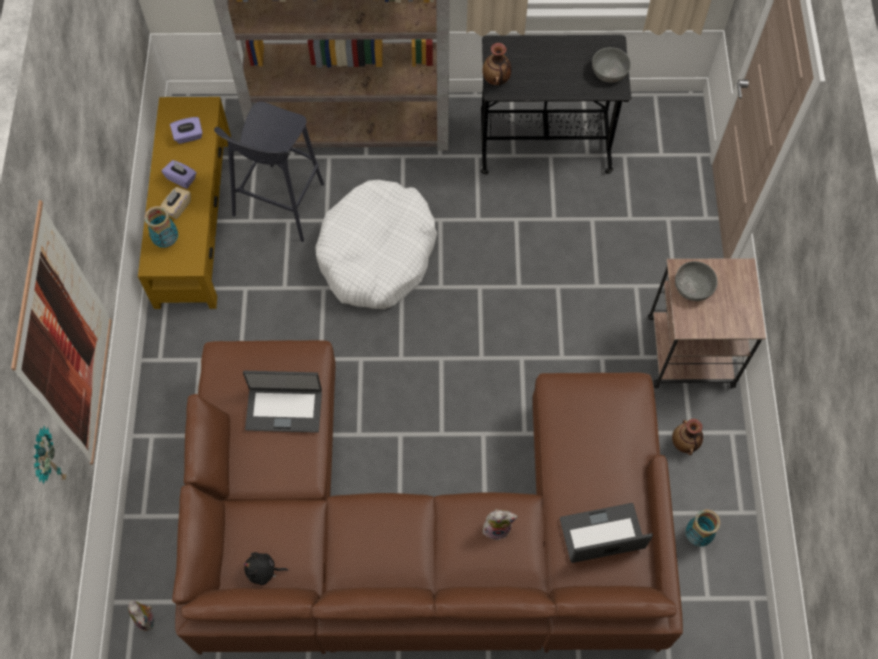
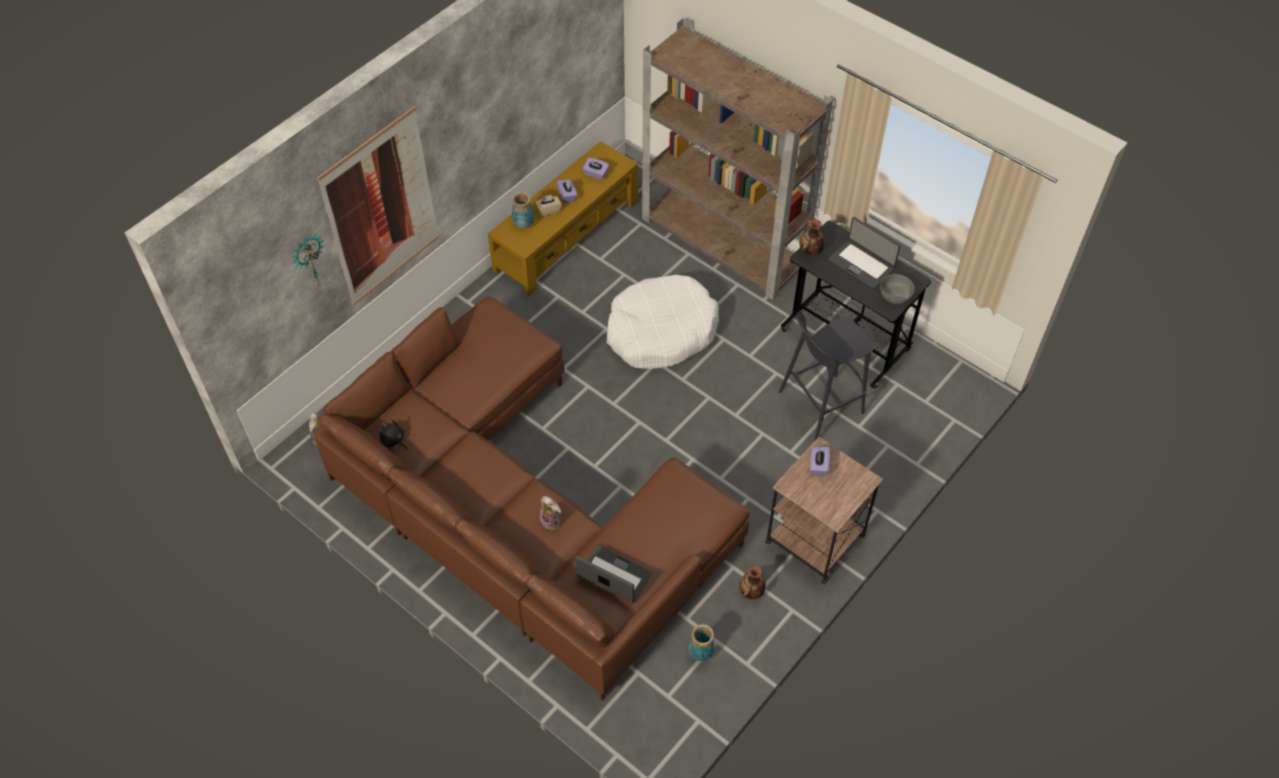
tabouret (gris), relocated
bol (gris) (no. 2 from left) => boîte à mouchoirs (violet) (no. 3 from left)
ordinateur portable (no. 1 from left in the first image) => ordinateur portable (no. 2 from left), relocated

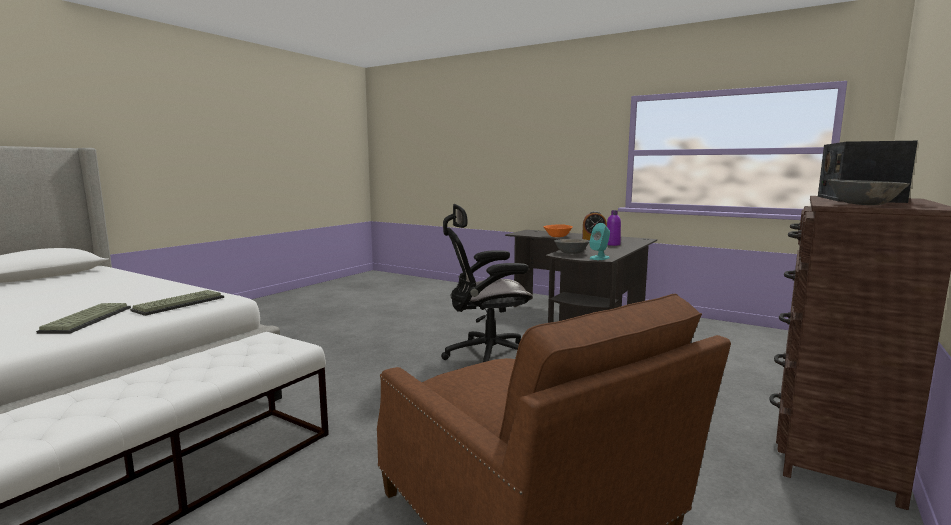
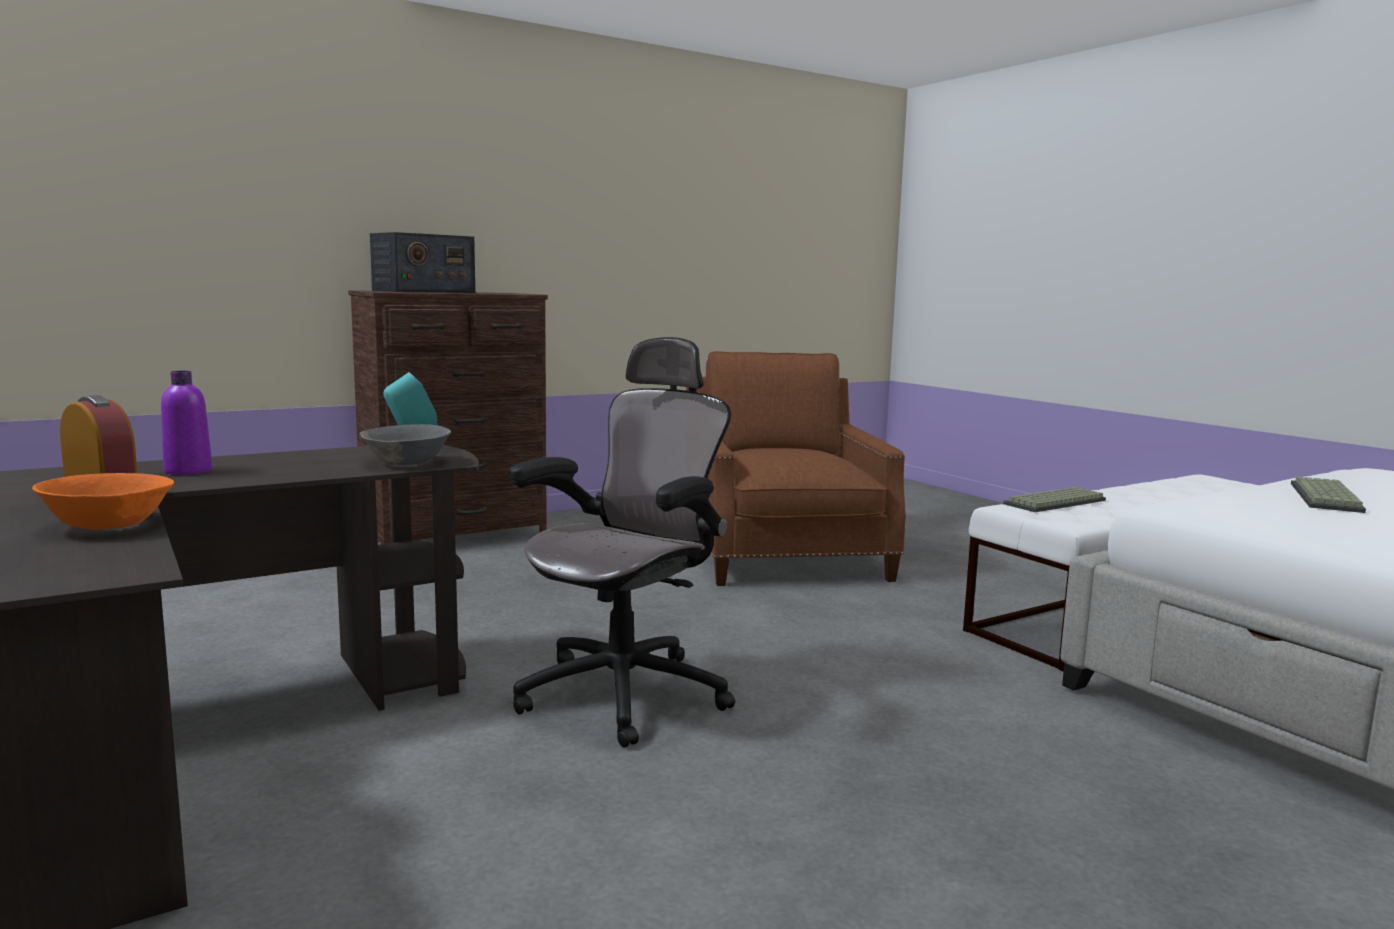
bol (gris) (no. 2 from left) => nothing
chaise de bureau, 75 degrees counterclockwise
clavier (no. 2 from left in the first image) => clavier (no. 1 from left), relocated

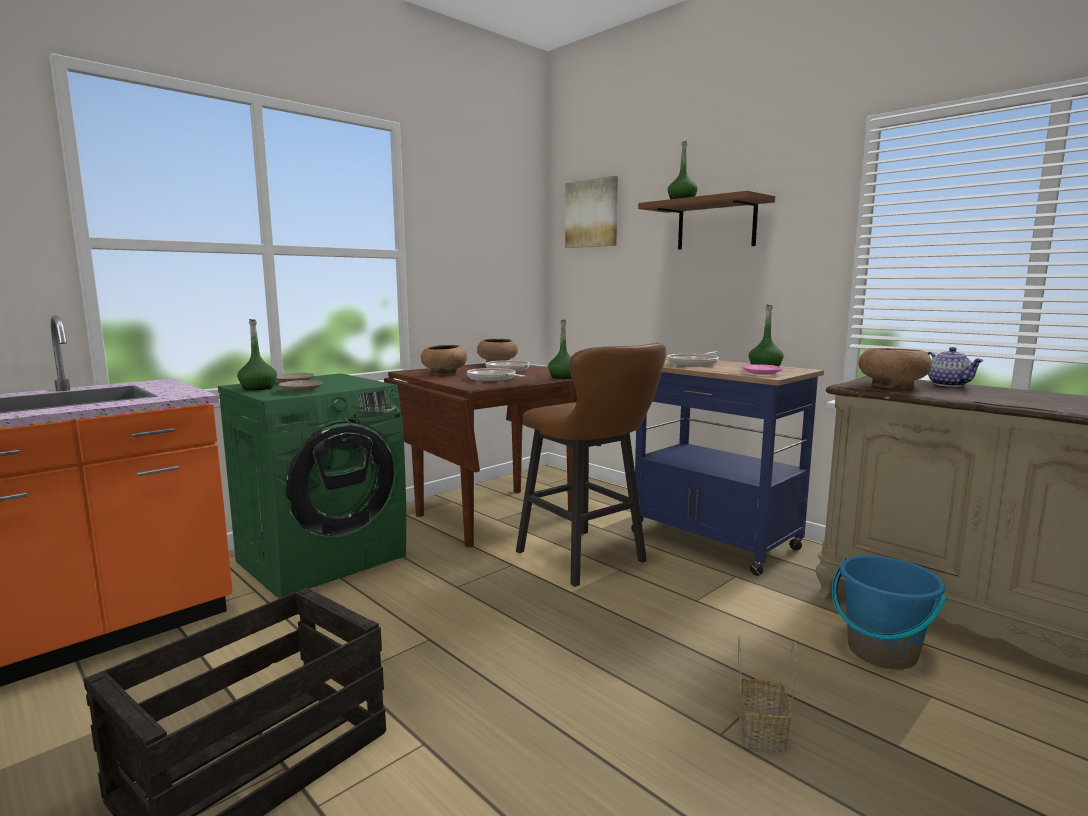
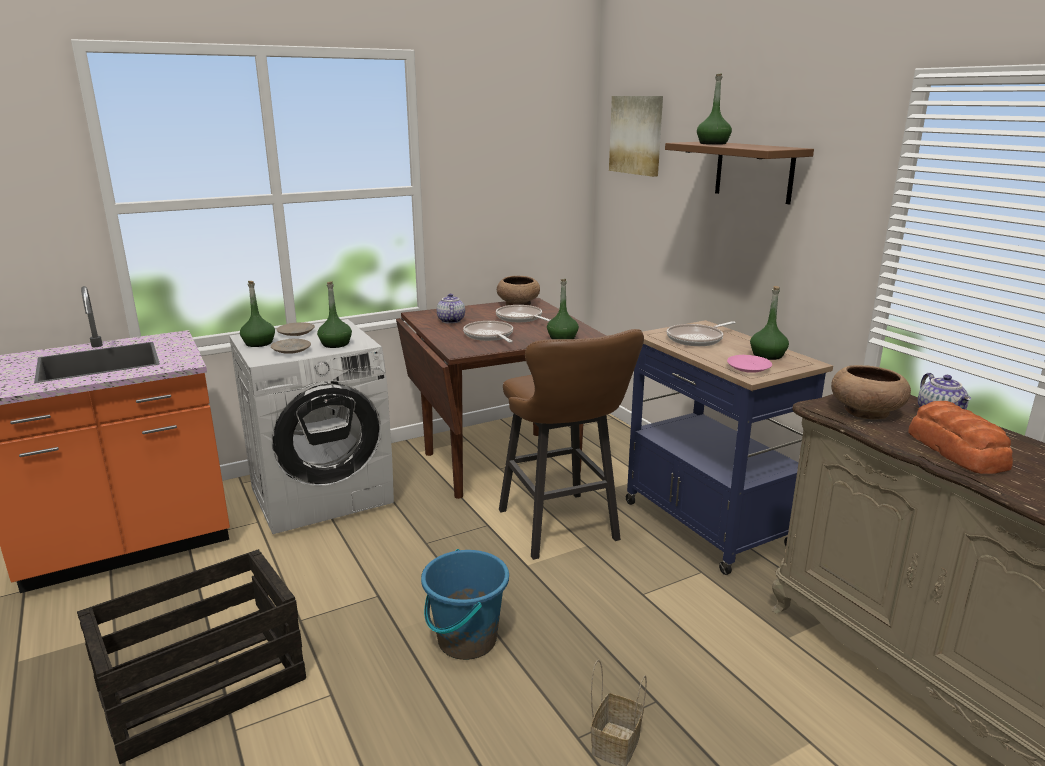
bol (marron) (no. 1 from left) => théière (no. 1 from left)
lave-linge (vert) => lave-linge (blanc)
seau (bleu), relocated
nothing => bouteille (vert) (no. 2 from left)
nothing => pain

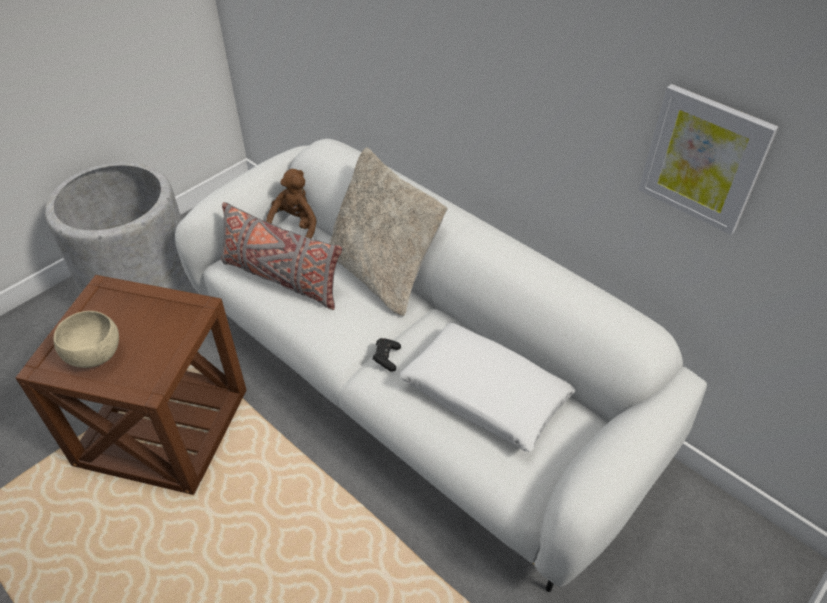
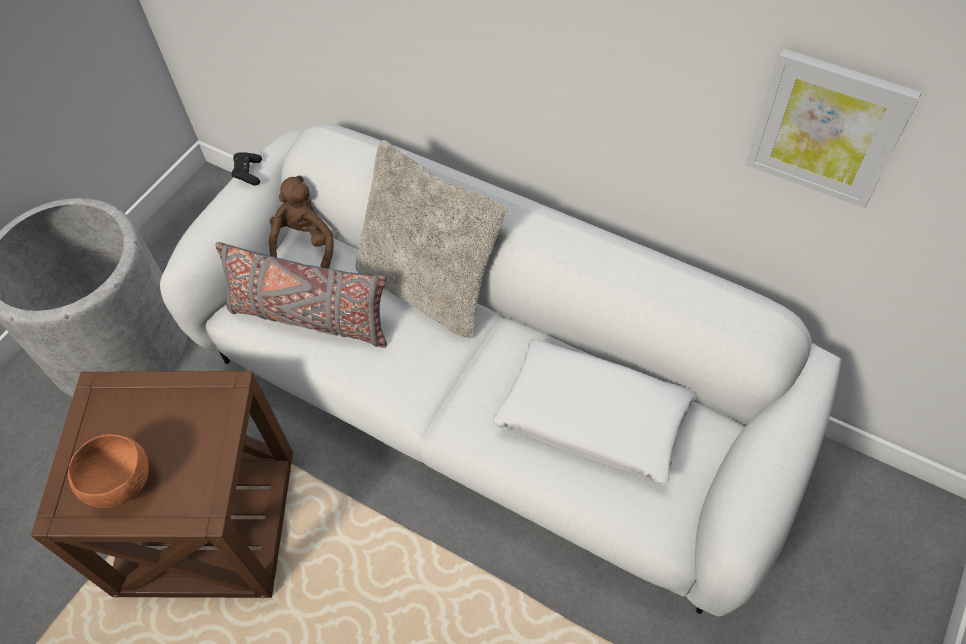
bol (beige) => bol (orange)
manette (noir), relocated

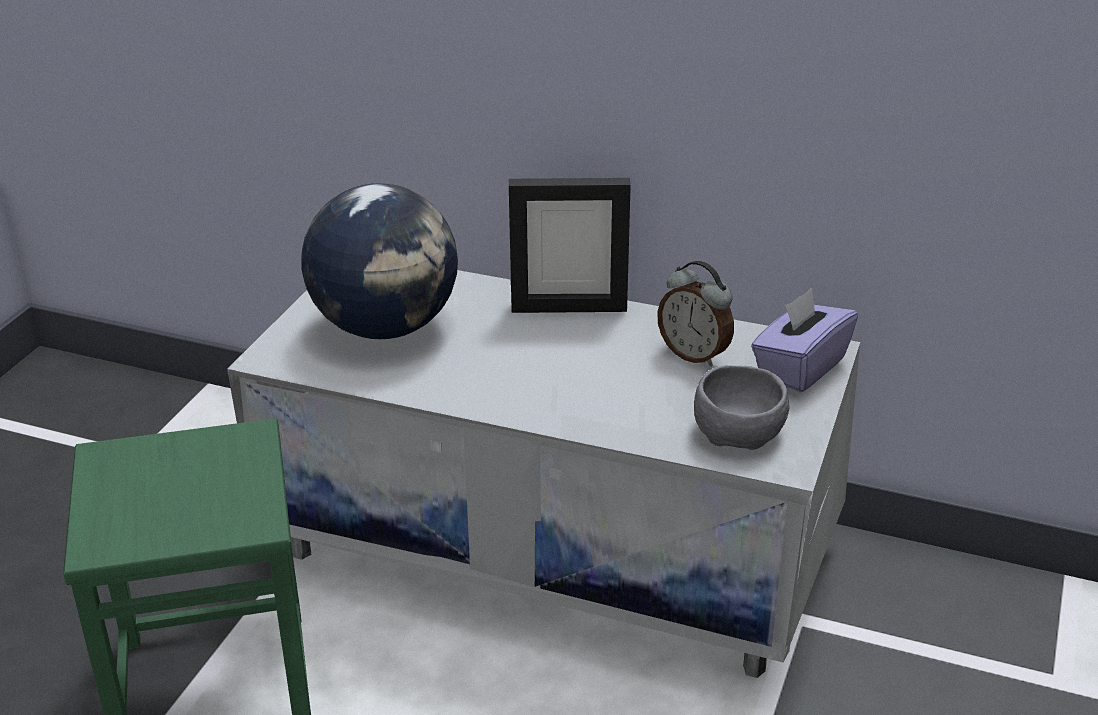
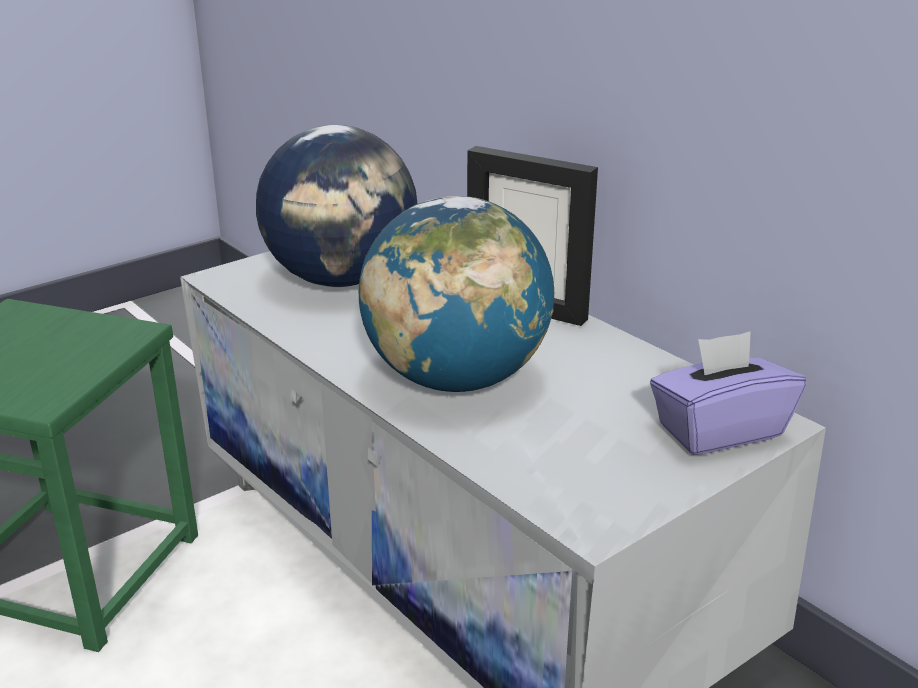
réveil => nothing
bol (gris) => nothing
nothing => globe (no. 2 from left)

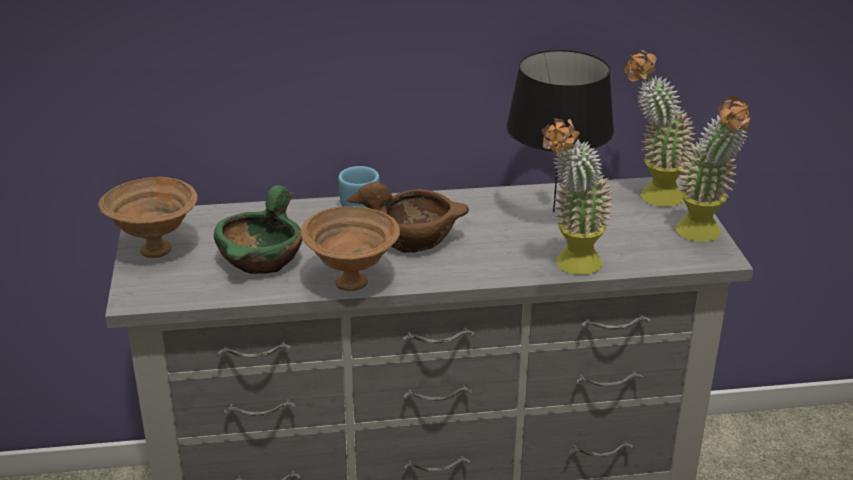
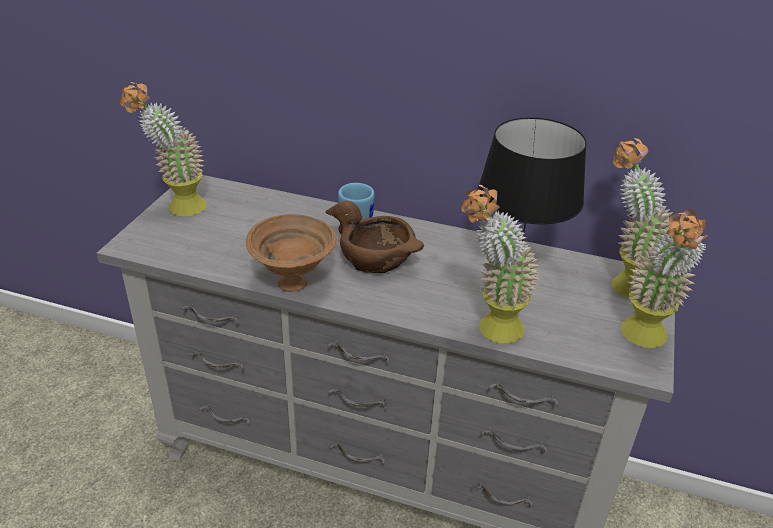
bol (marron) (no. 1 from left) => plante en pot (no. 1 from left)
bol (vert) => nothing

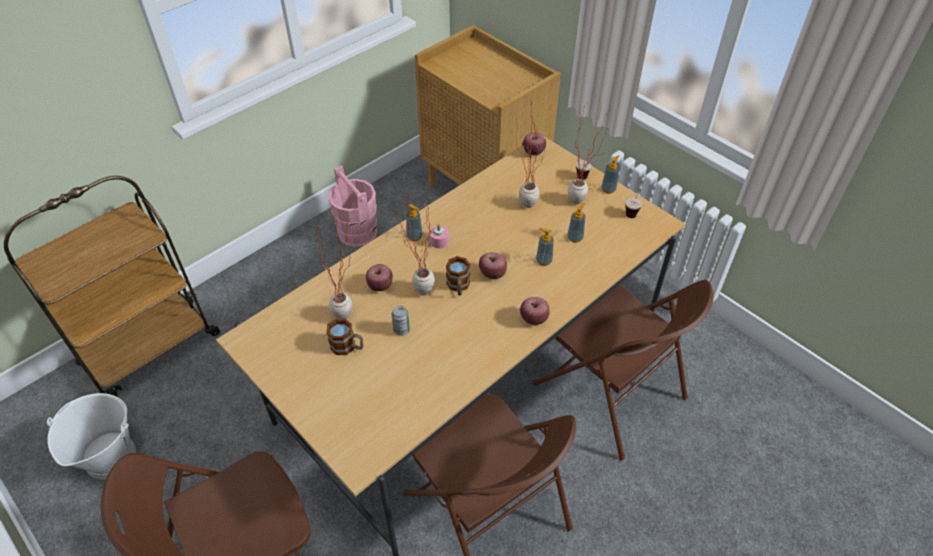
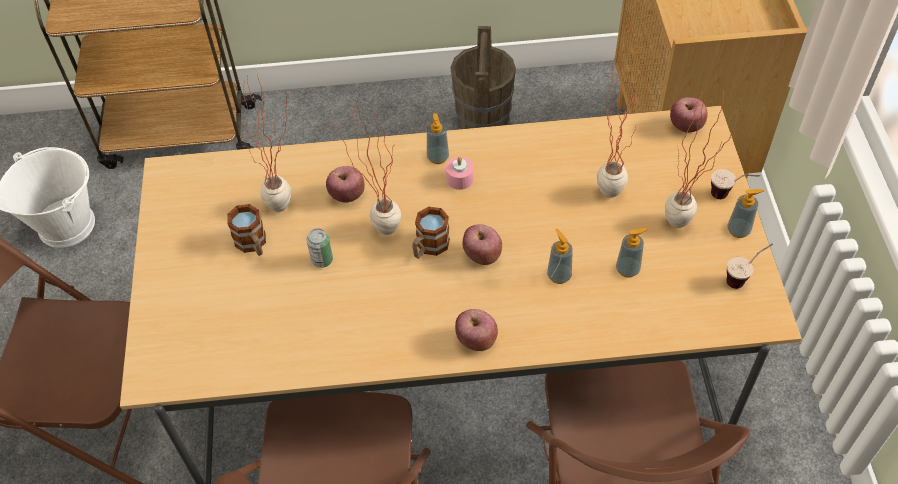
seau (rose) => seau (marron)

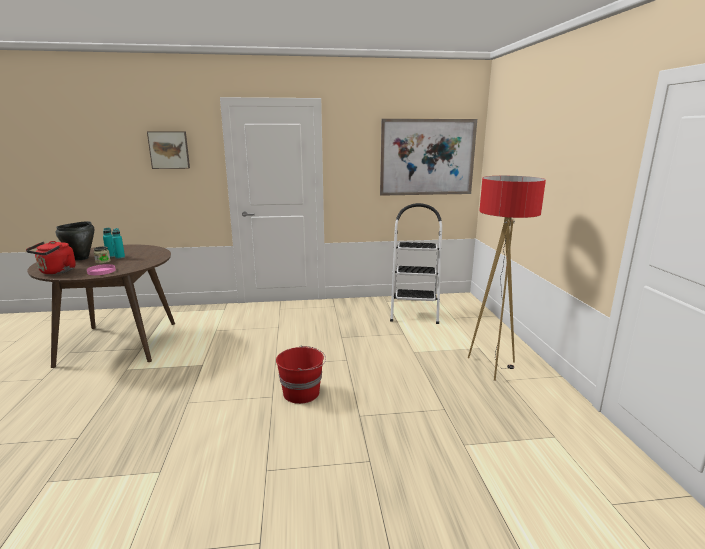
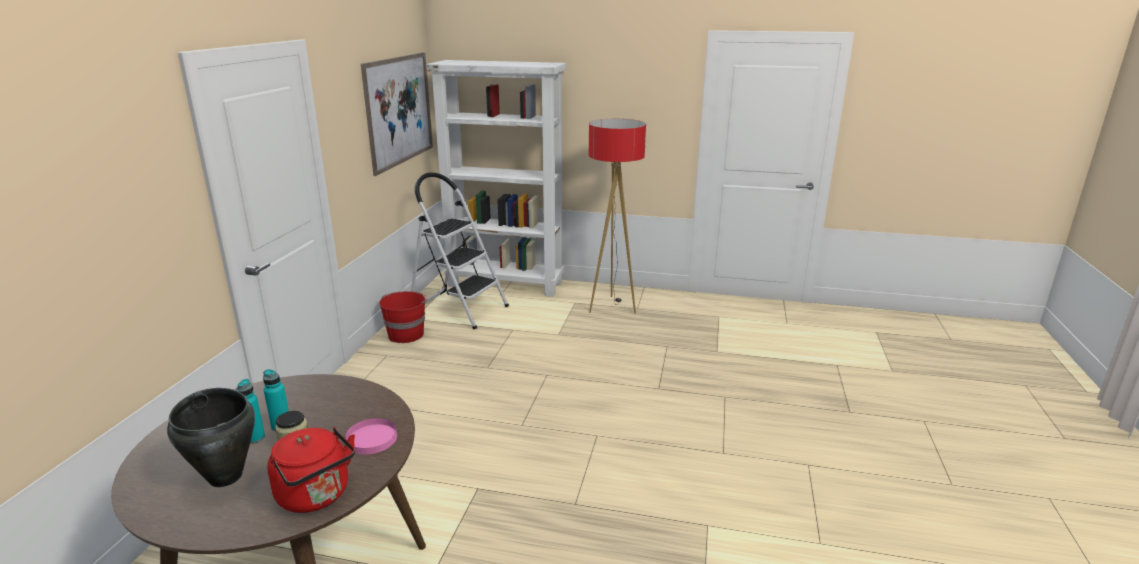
tableau (no. 1 from left) => nothing
seau (rouge), relocated
nothing => bibliothèque (blanc)

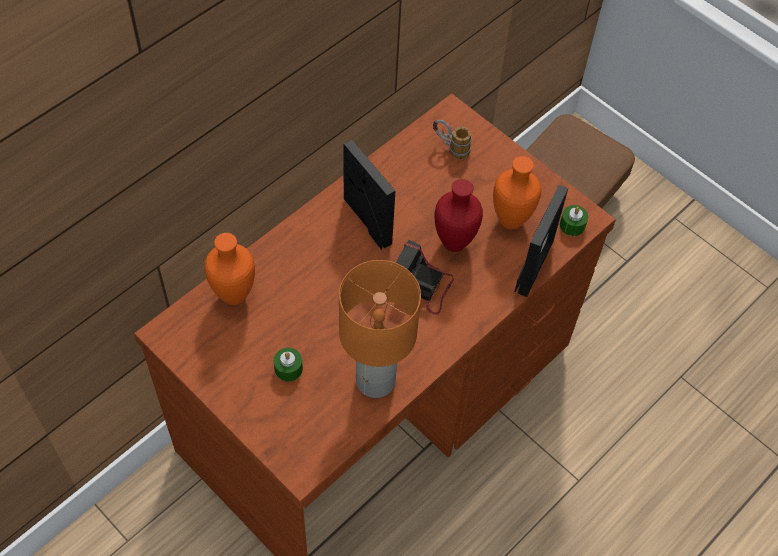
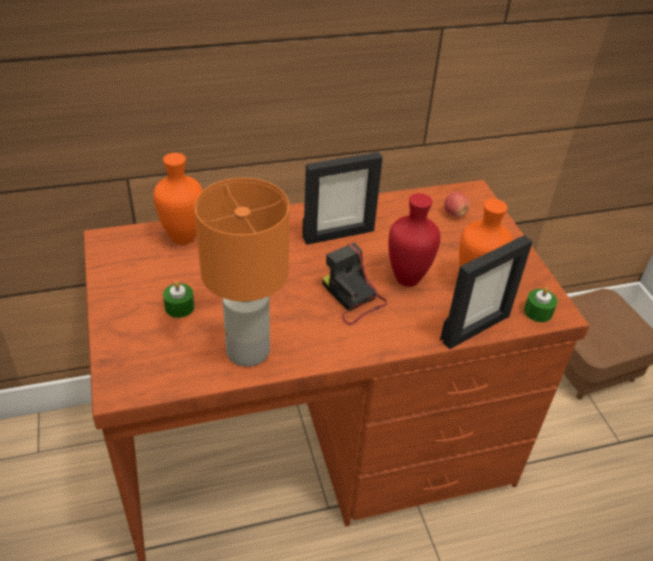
mug => pomme
cadre photo (no. 1 from left), 75 degrees clockwise

